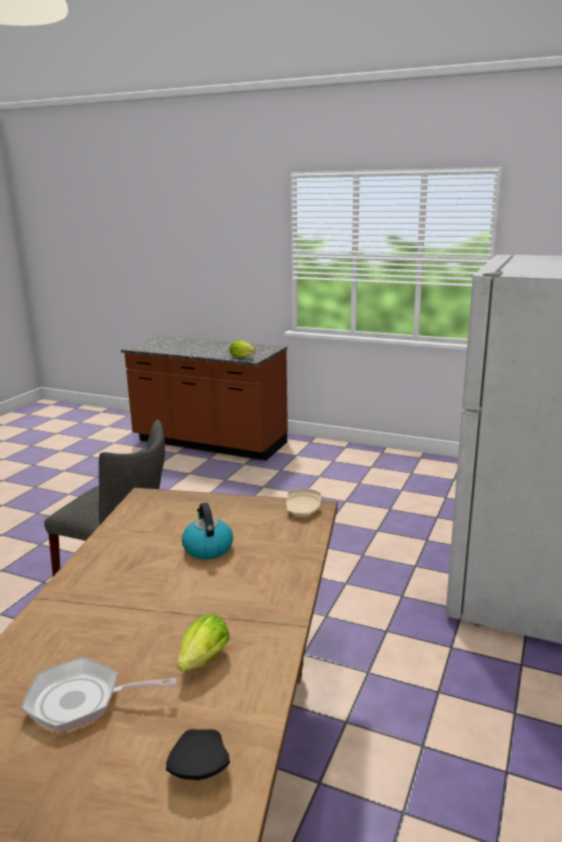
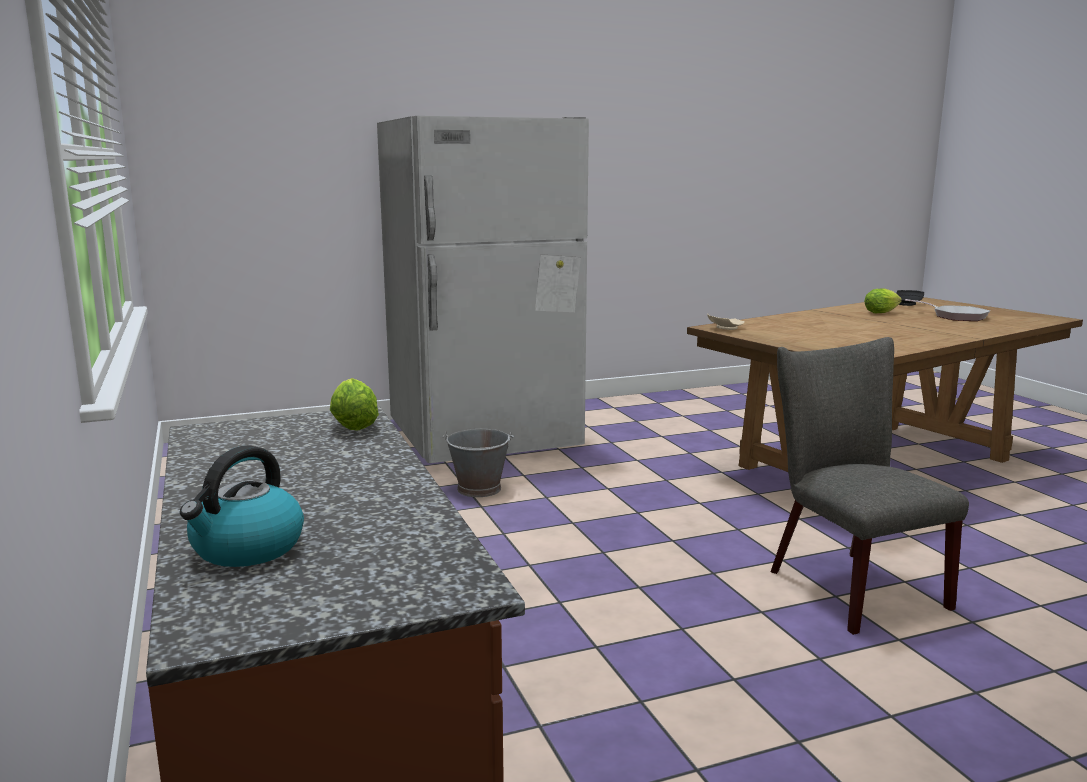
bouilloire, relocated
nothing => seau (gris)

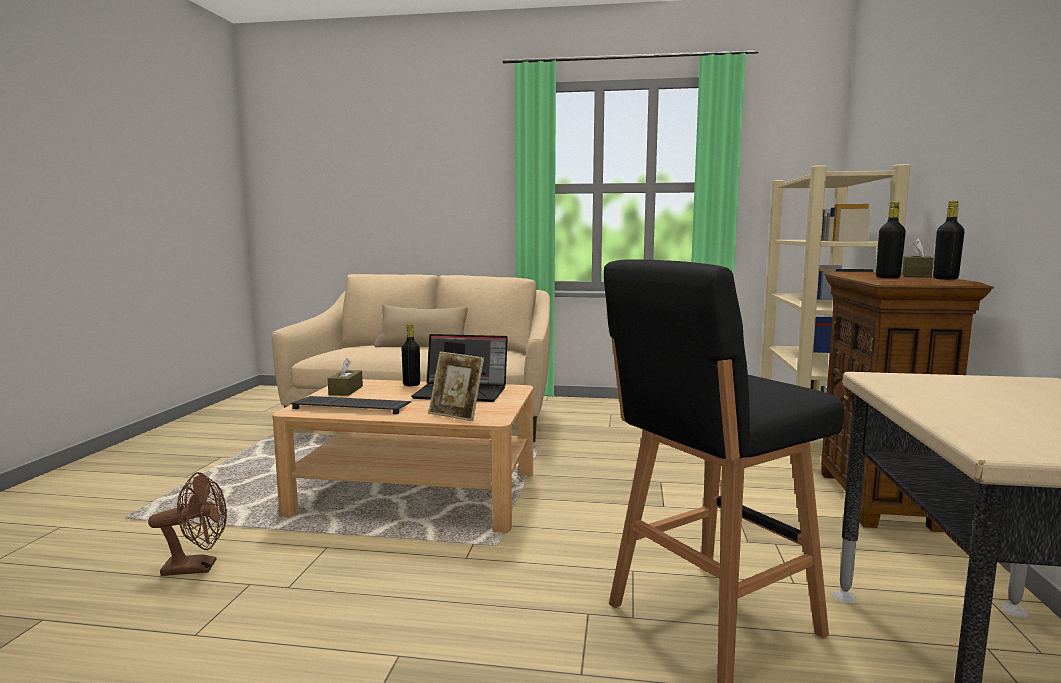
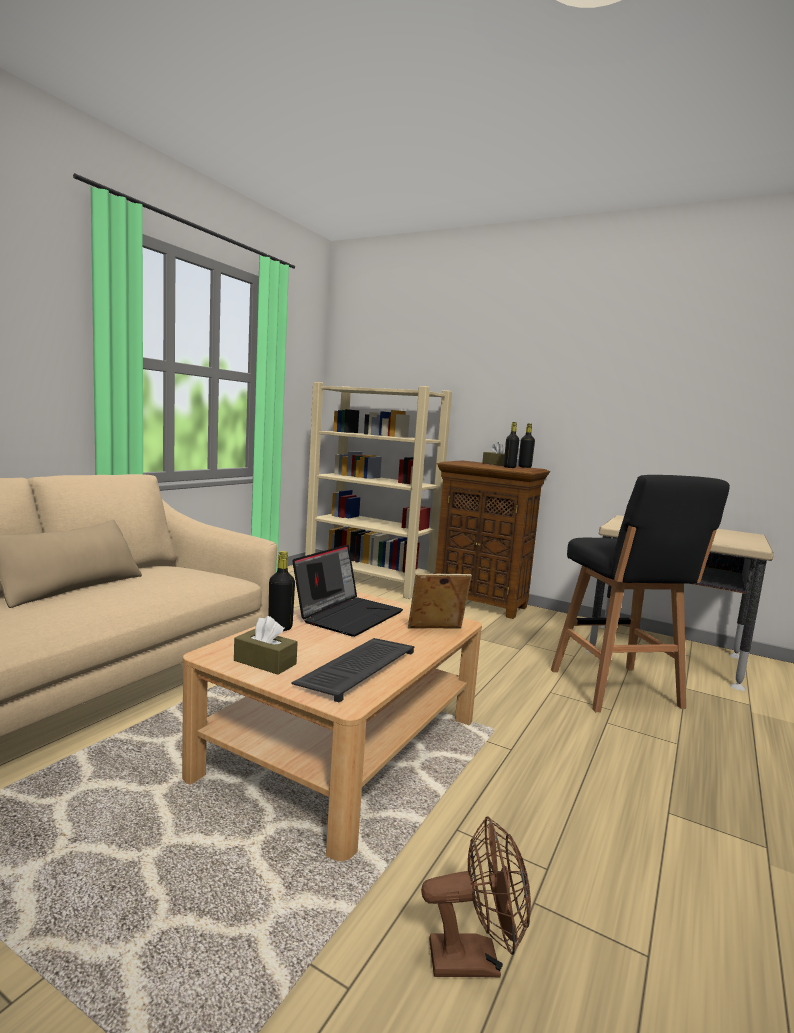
cadre photo, 150 degrees counterclockwise
ventilateur (marron), 75 degrees clockwise

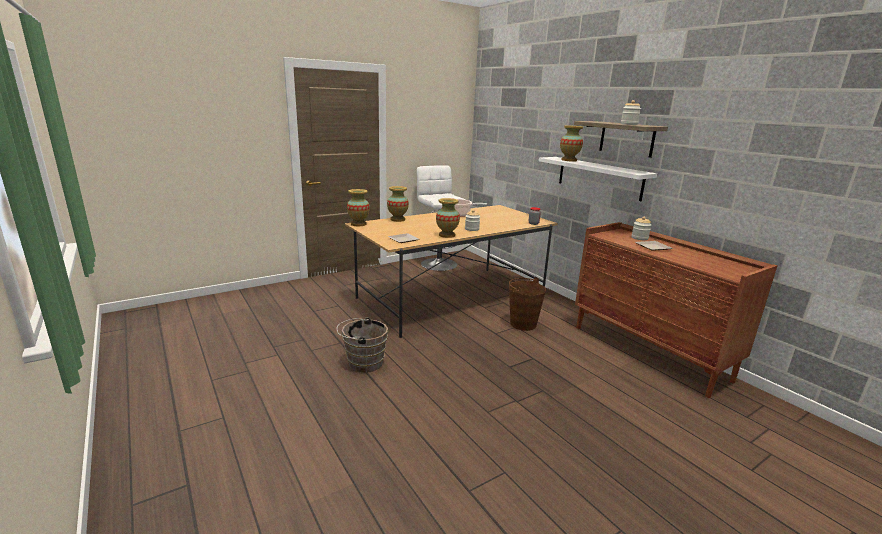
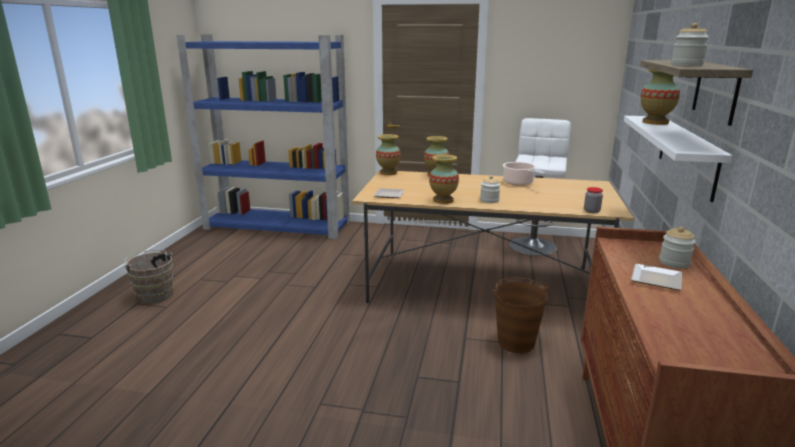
seau (marron) (no. 1 from left), relocated
nothing => bibliothèque (bleu)

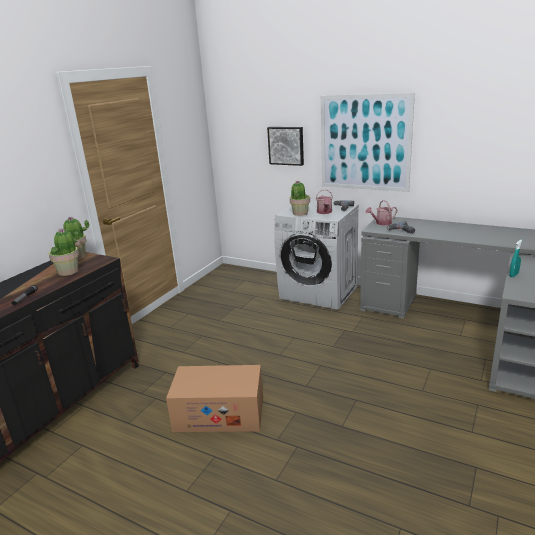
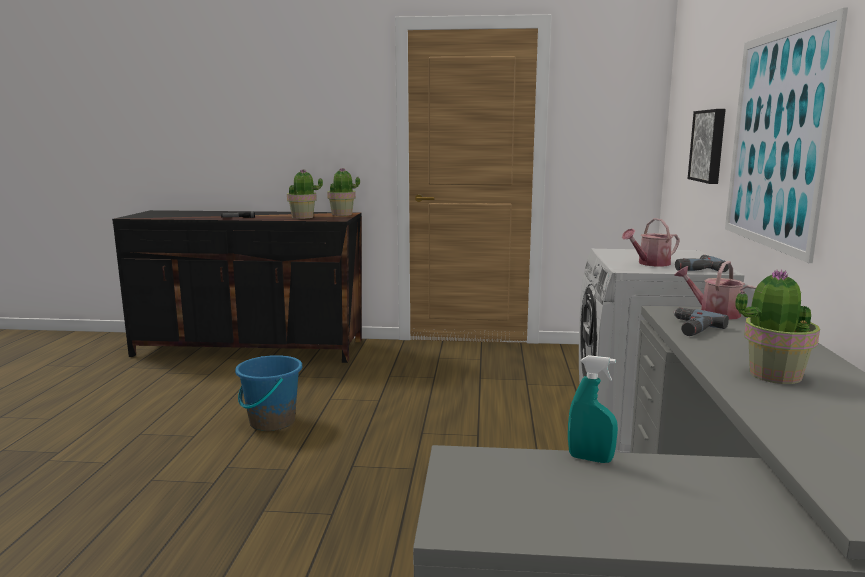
plante en pot (no. 3 from left), relocated
carton => seau (bleu)

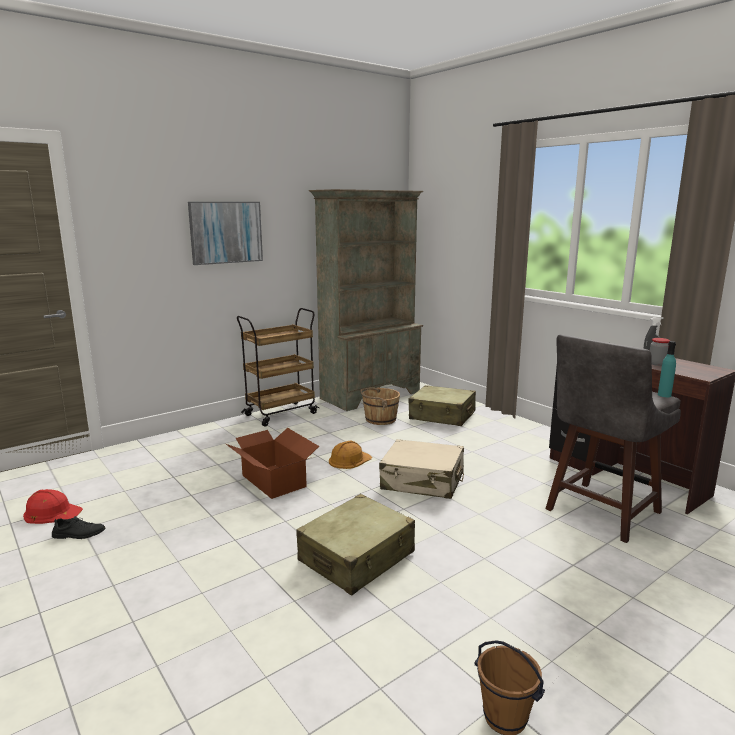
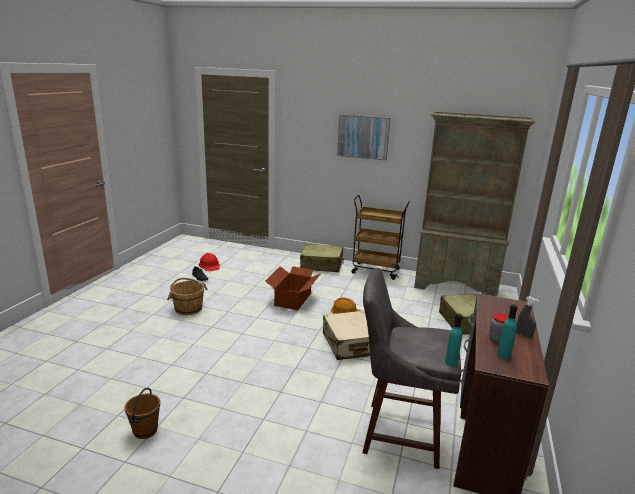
seau (marron) (no. 1 from left in the first image) => seau (marron) (no. 2 from left), relocated
valise (beige) (no. 1 from left), relocated
nothing => bouteille (turquoise) (no. 2 from left)

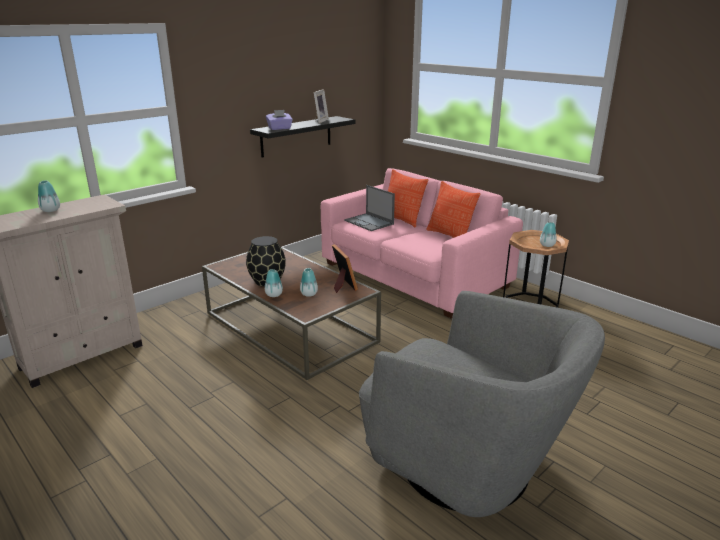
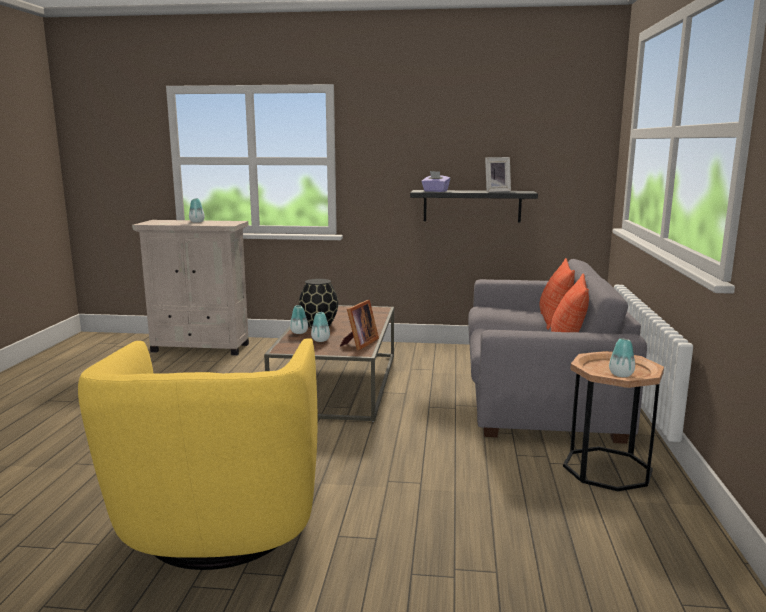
canapé (rose) => canapé (gris)
ordinateur portable => nothing
fauteuil (gris) => fauteuil (jaune)

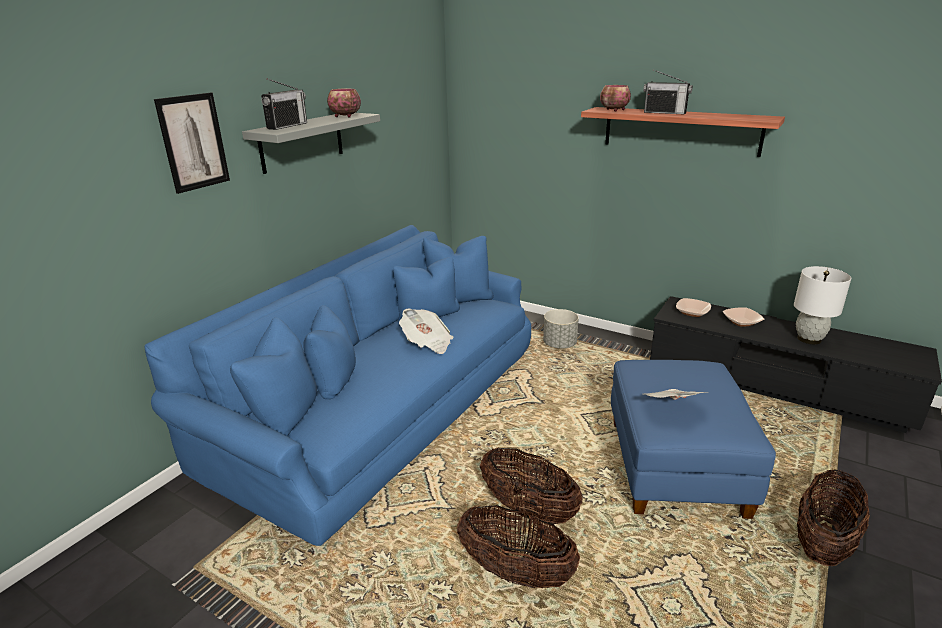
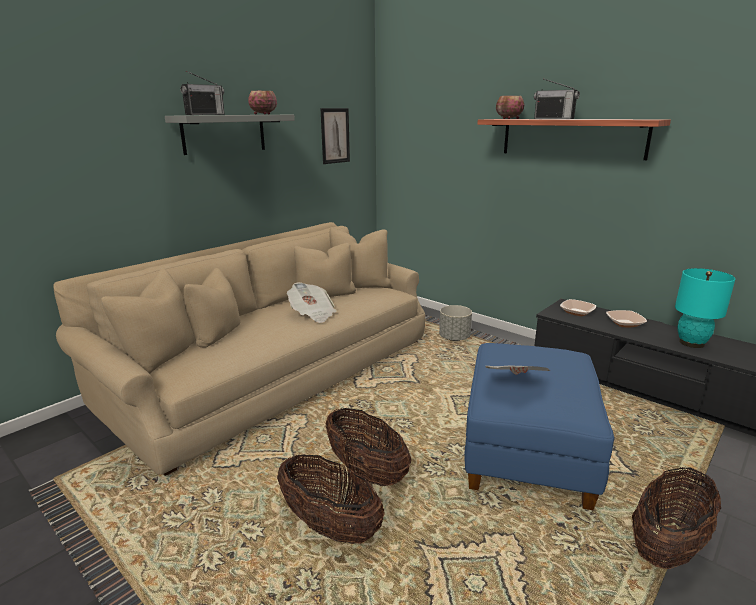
tableau, relocated
canapé (bleu) => canapé (beige)
lampe de table (blanc) => lampe de table (turquoise)

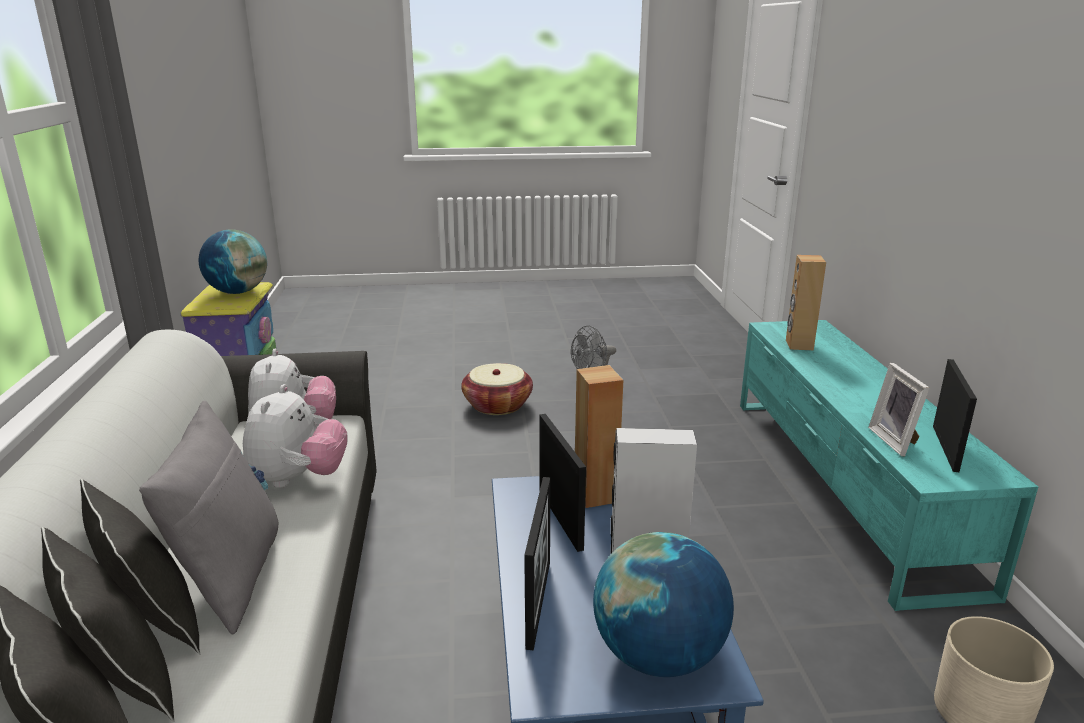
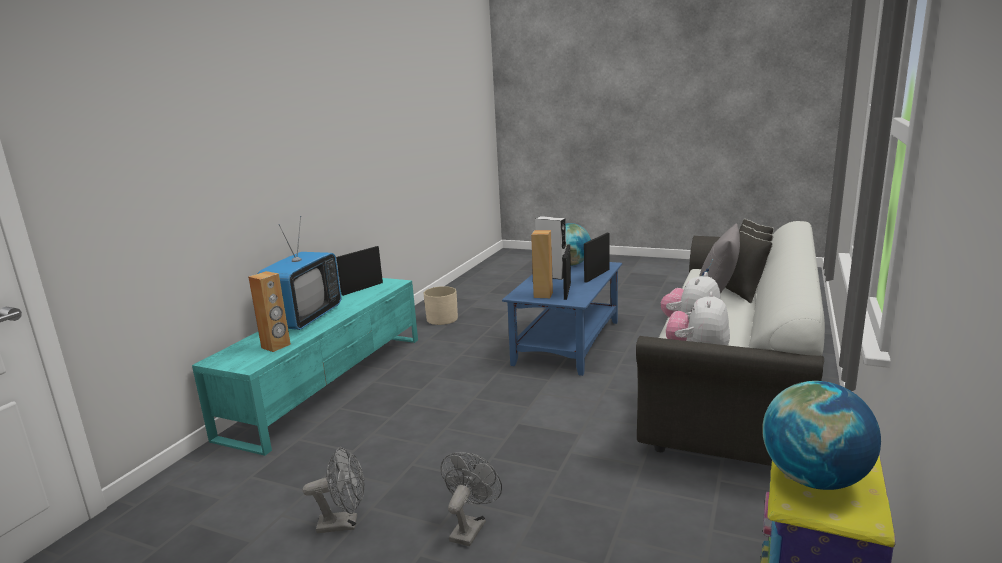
panier => ventilateur (gris) (no. 2 from left)
cadre photo (no. 3 from left) => nothing
nothing => téléviseur

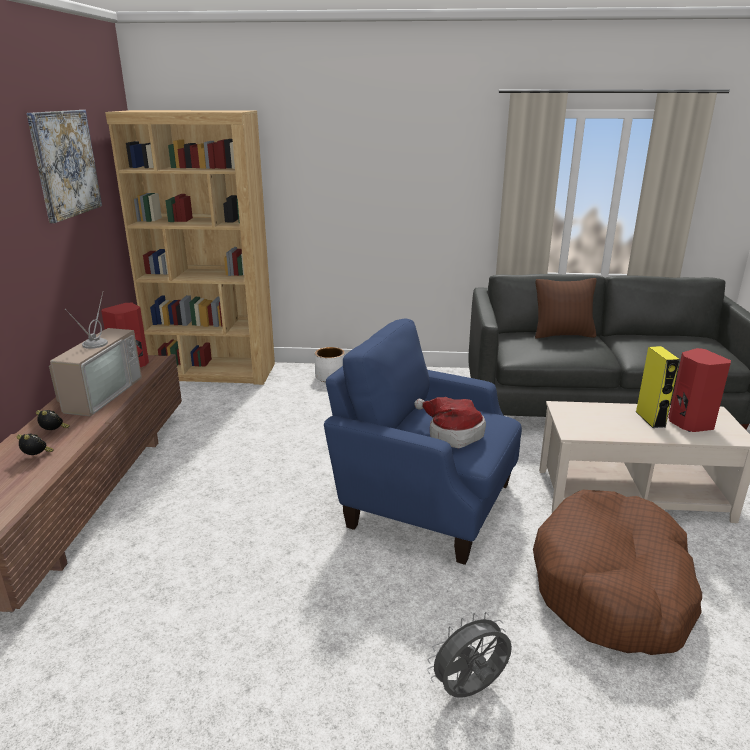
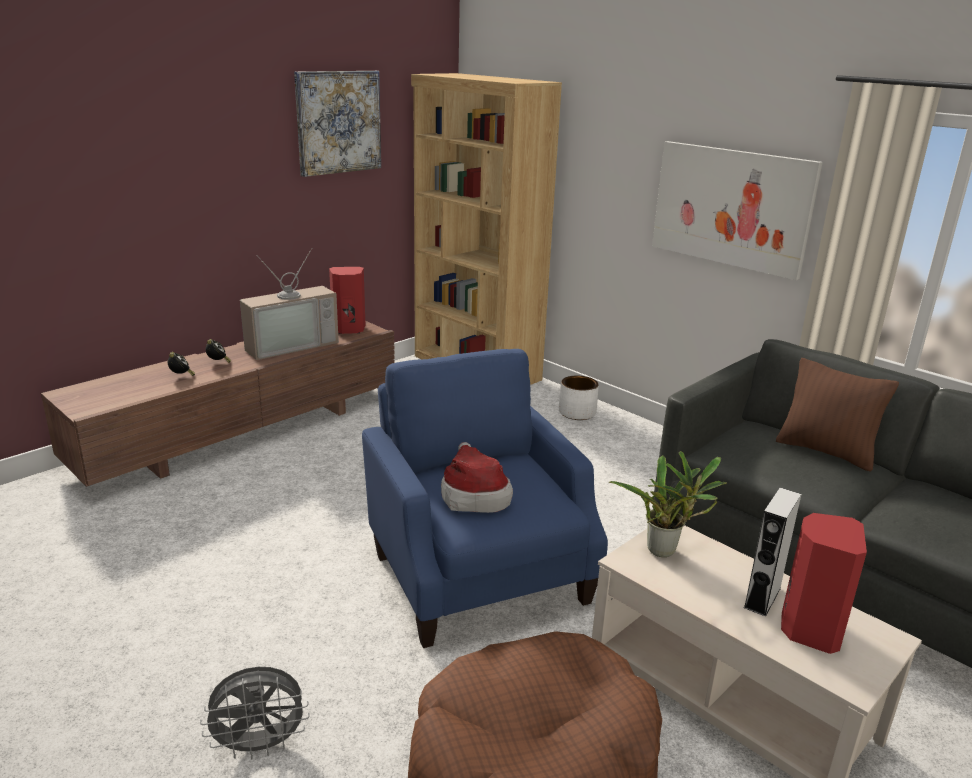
enceinte (jaune) => enceinte (gris)
ventilateur (gris), 150 degrees clockwise
nothing => tableau (no. 2 from left)
nothing => plante en pot

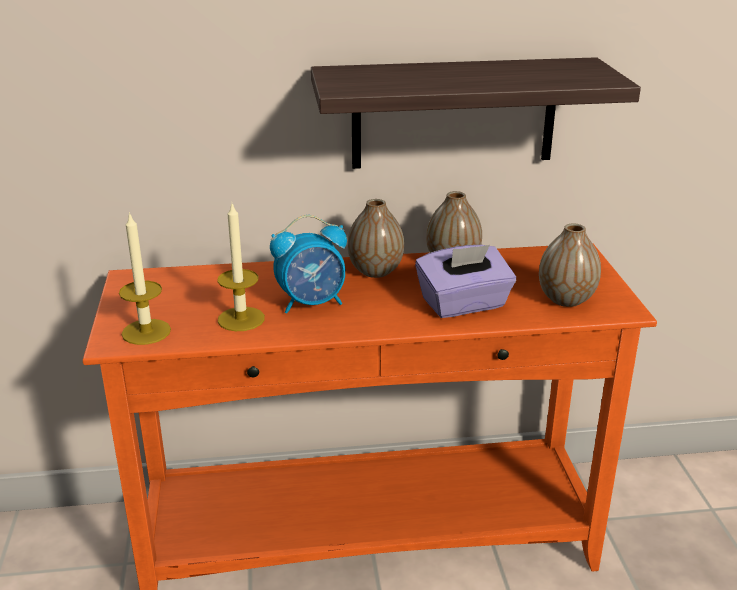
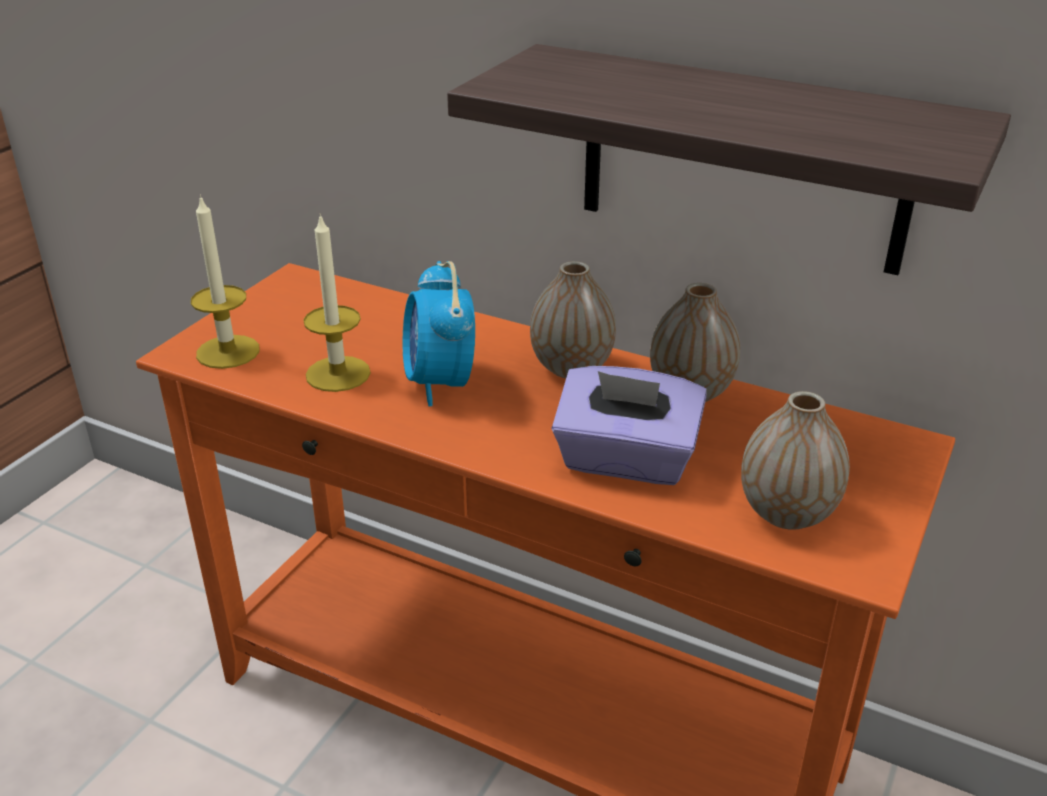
réveil, 60 degrees clockwise

